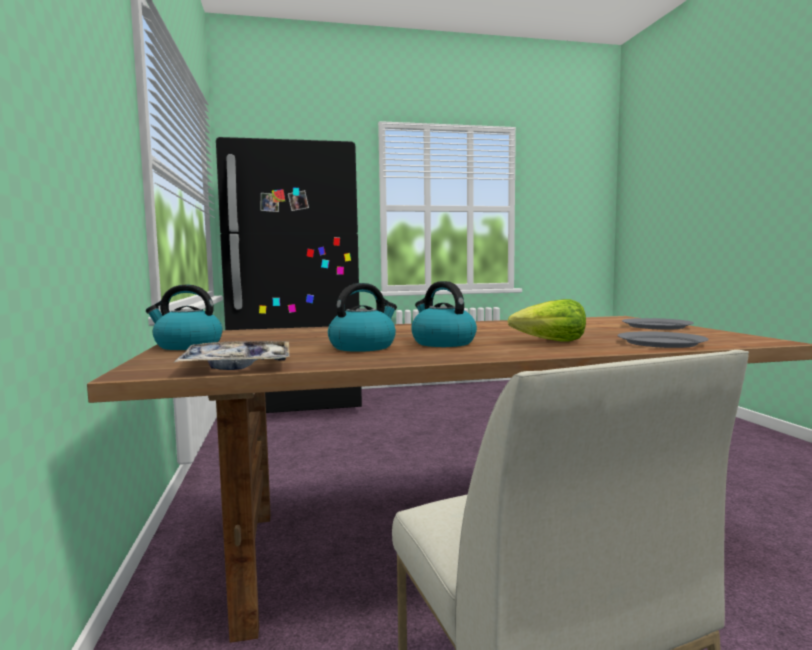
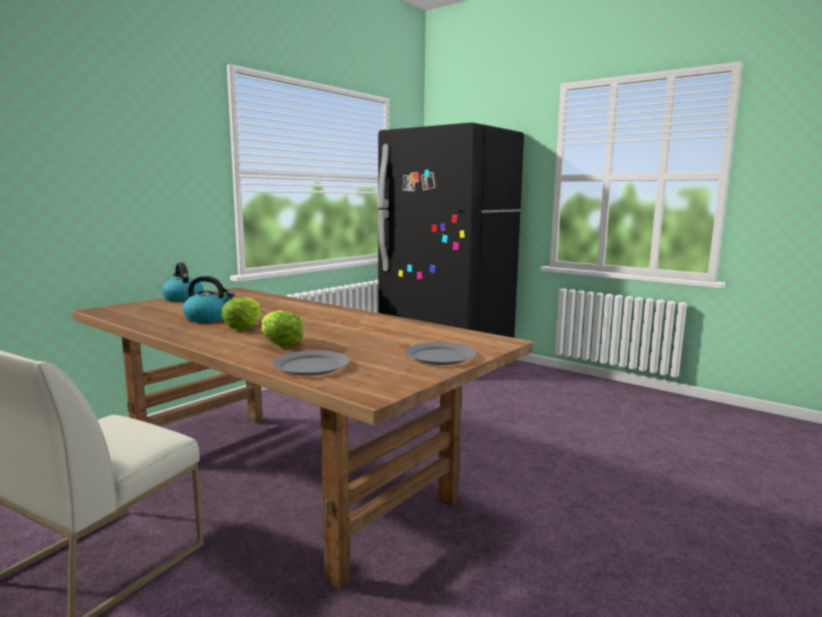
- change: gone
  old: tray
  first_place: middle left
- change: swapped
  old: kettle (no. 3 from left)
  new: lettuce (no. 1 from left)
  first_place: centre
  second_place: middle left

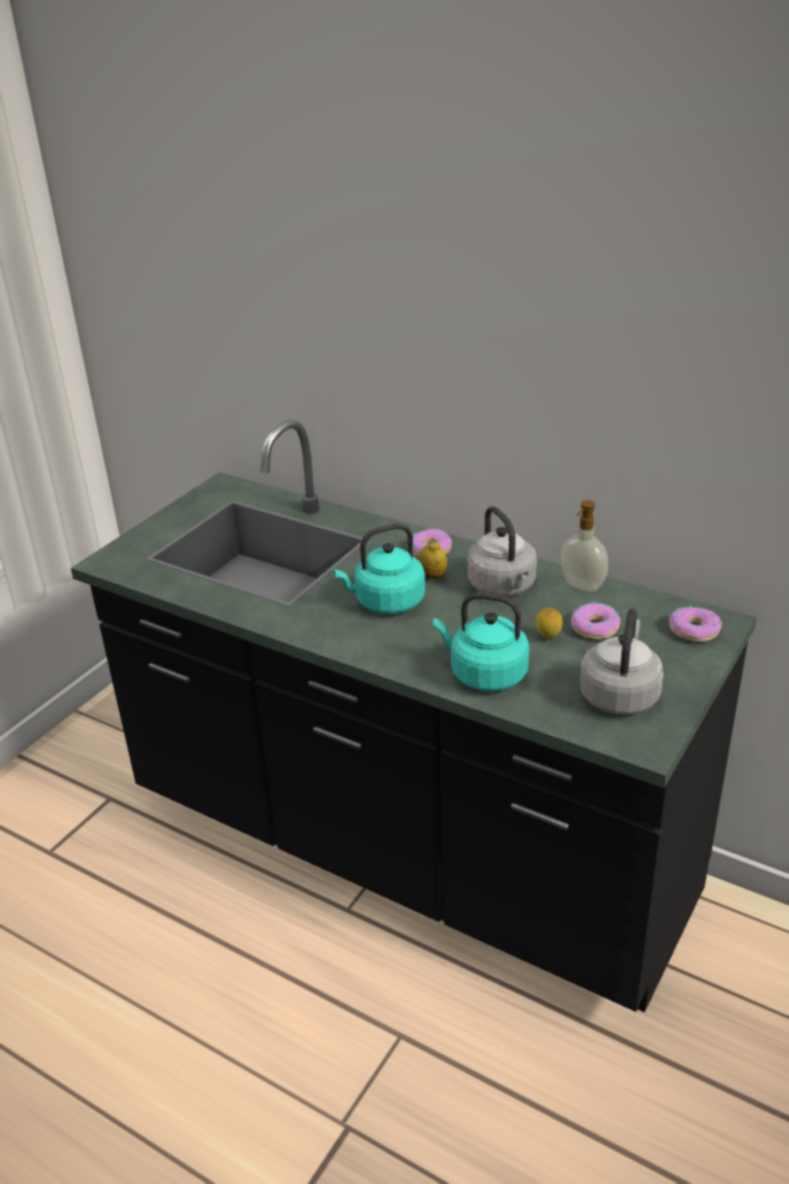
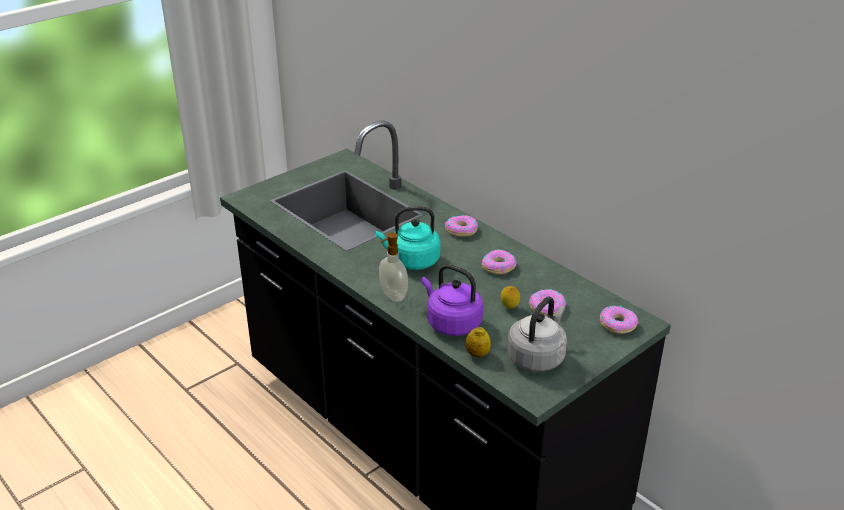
- change: shifted
  old: lemon (no. 1 from left)
  first_place: centre
  second_place: bottom centre
- change: shifted
  old: soap dispenser
  first_place: middle right
  second_place: centre
- change: swapped
  old: kettle/grey (no. 1 from left)
  new: donut (no. 2 from left)
  first_place: centre
  second_place: centre
- change: repainted
  old: kettle/turquoise (no. 2 from left)
  new: kettle/purple
  first_place: centre
  second_place: centre

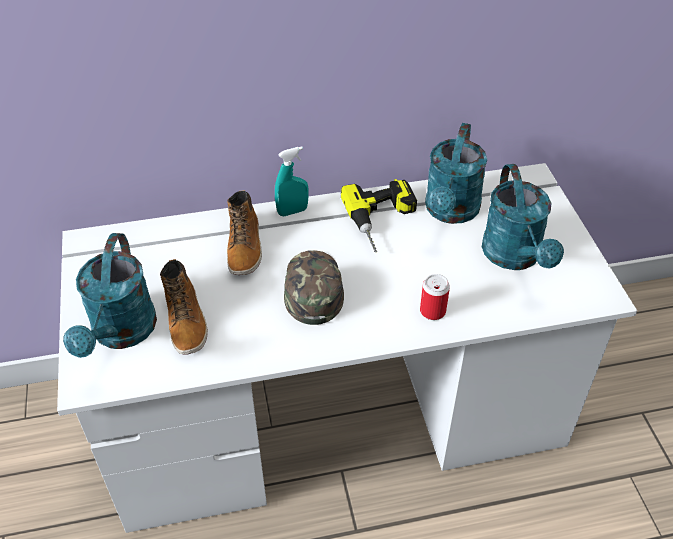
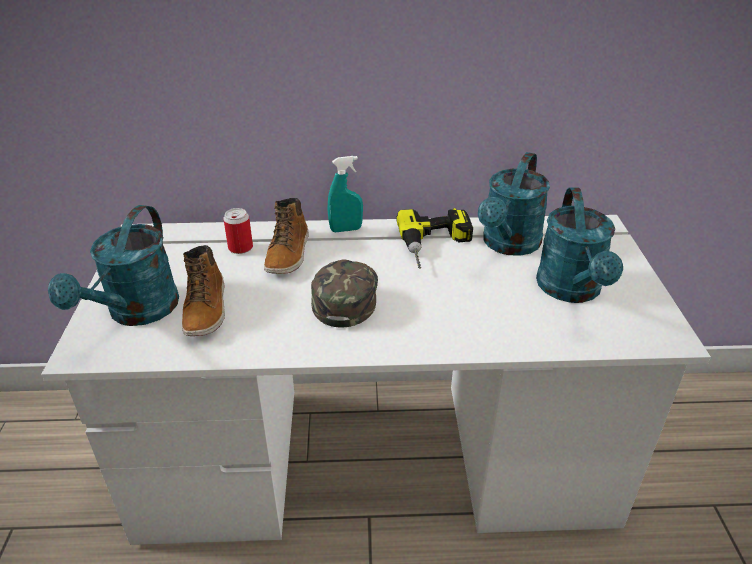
- change: shifted
  old: can
  first_place: centre
  second_place: middle left

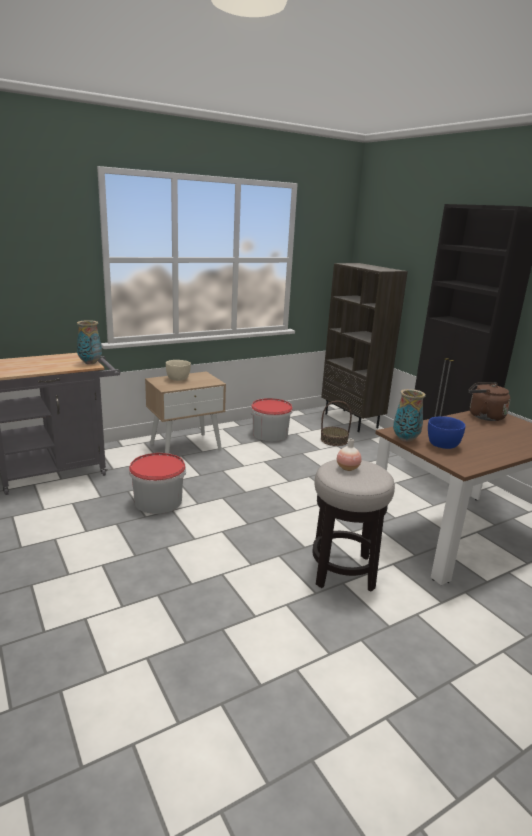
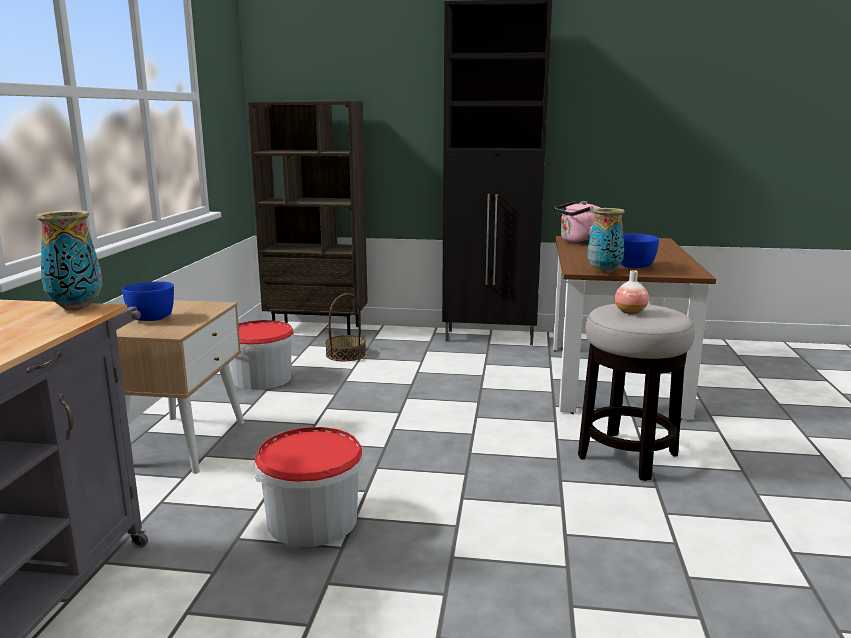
- change: repainted
  old: bowl/beige
  new: bowl/blue (no. 1 from left)
  first_place: centre
  second_place: middle left
- change: repainted
  old: kettle/brown
  new: kettle/pink
  first_place: middle right
  second_place: middle right

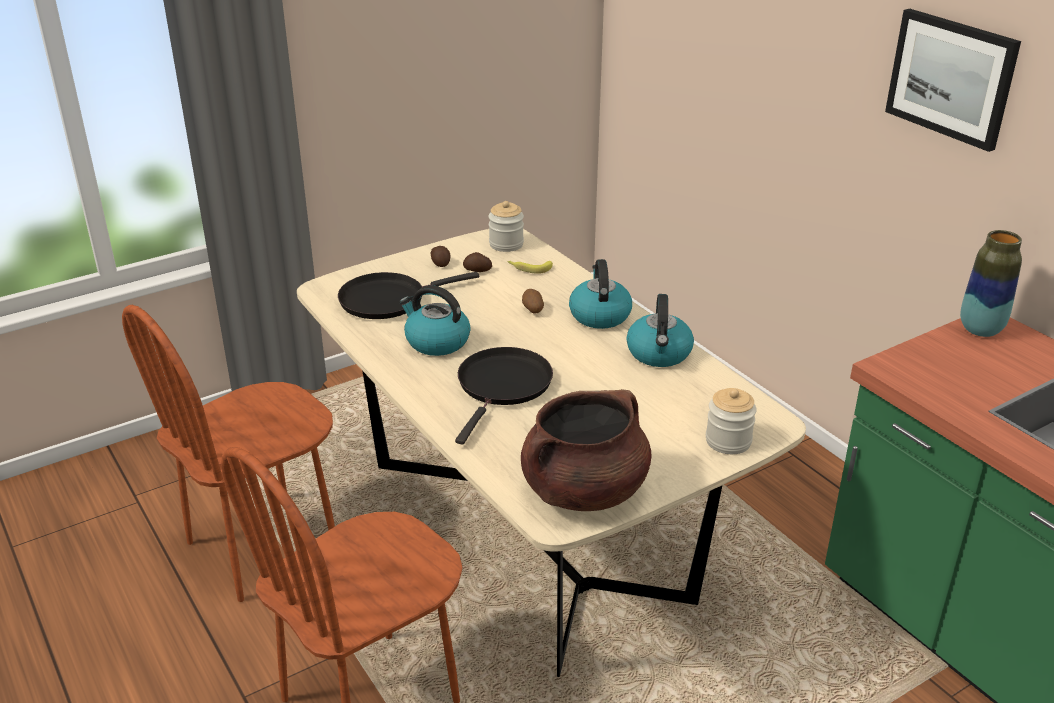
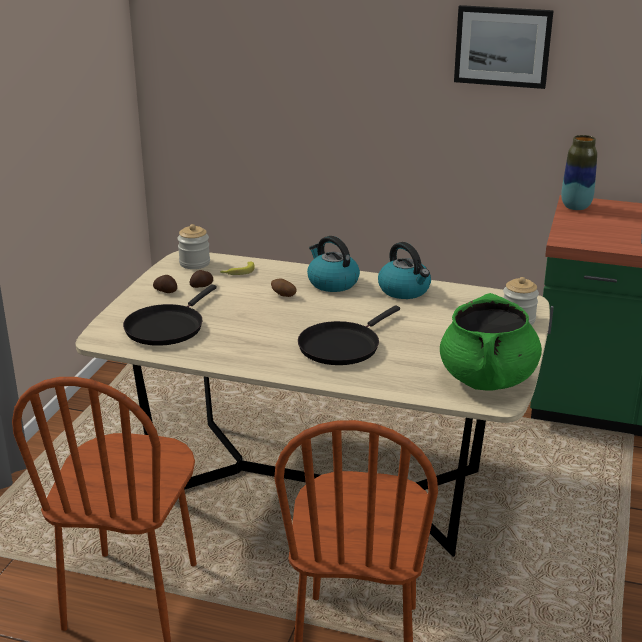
- change: gone
  old: kettle (no. 1 from left)
  first_place: centre
- change: repainted
  old: cooking pot/brown
  new: cooking pot/green
  first_place: centre
  second_place: middle right
- change: rotated
  old: frying pan/black (no. 2 from left)
  first_place: centre
  second_place: centre
  degrees: -120

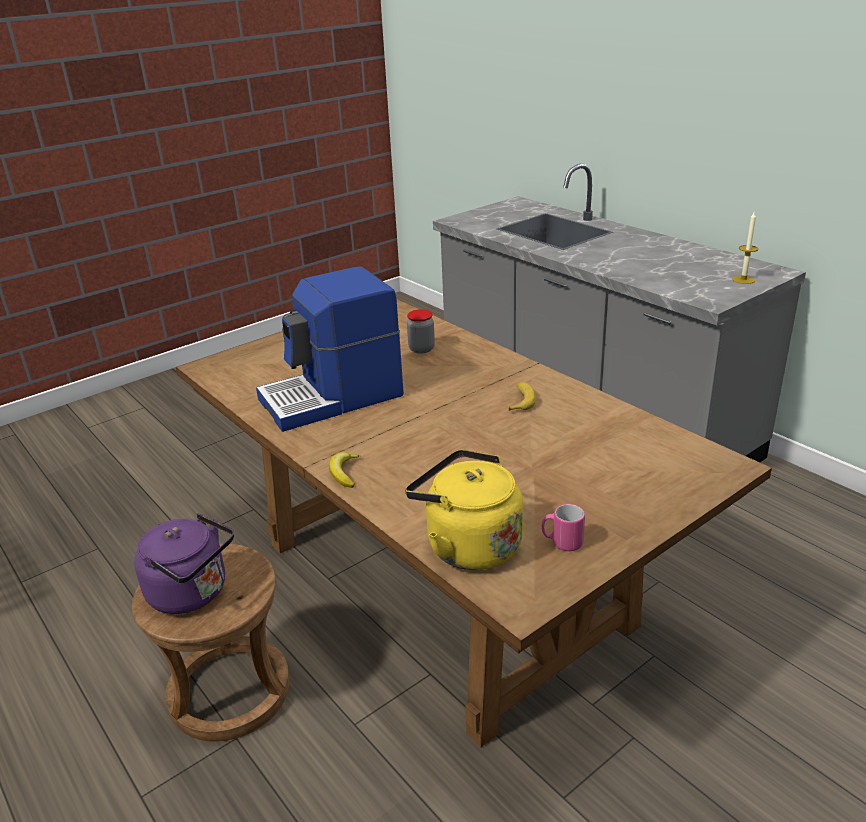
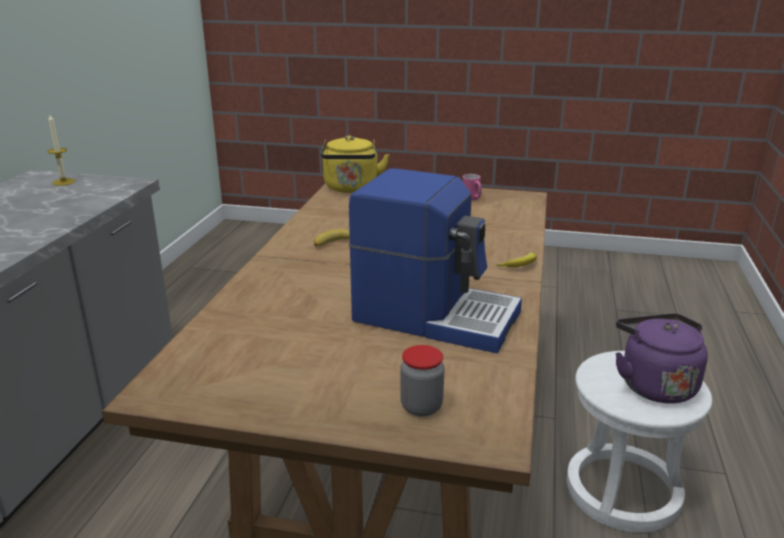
- change: shifted
  old: kettle/yellow
  first_place: centre
  second_place: top centre
- change: shifted
  old: jar
  first_place: centre
  second_place: bottom centre
- change: repainted
  old: stool/brown
  new: stool/white
  first_place: bottom left
  second_place: bottom right

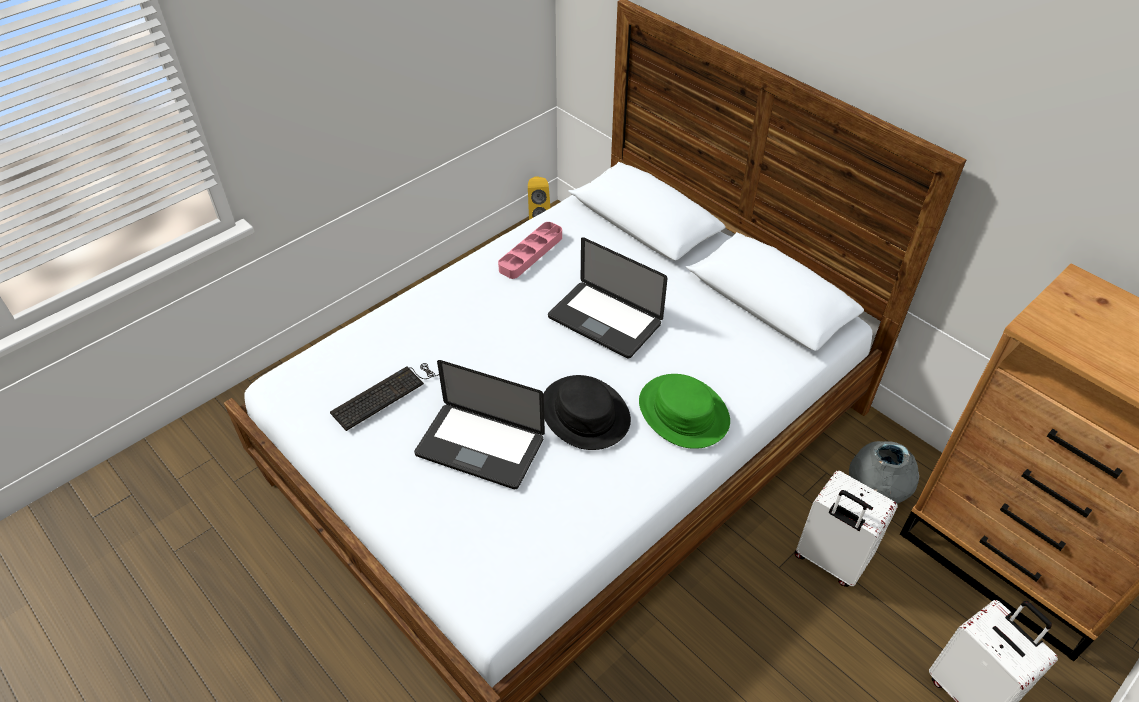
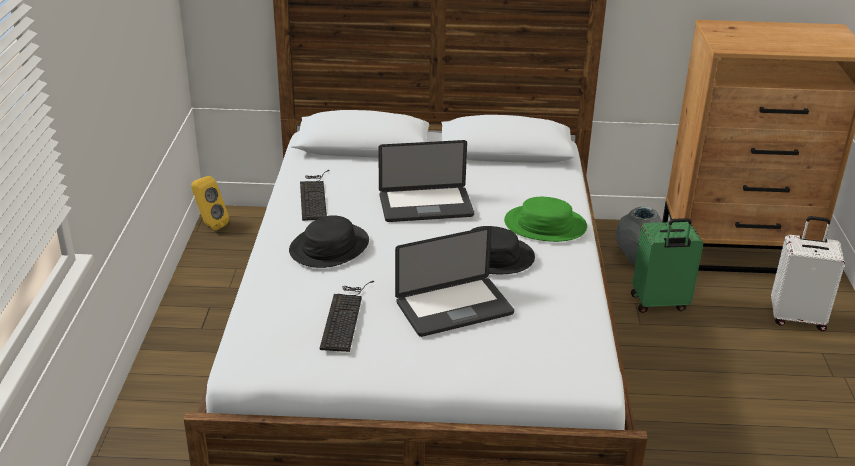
- change: new
  new: hat/black (no. 1 from left)
  second_place: centre
- change: swapped
  old: tray/pink
  new: keyboard (no. 1 from left)
  first_place: centre
  second_place: centre
- change: repainted
  old: suitcase/white (no. 1 from left)
  new: suitcase/green
  first_place: bottom right
  second_place: middle right

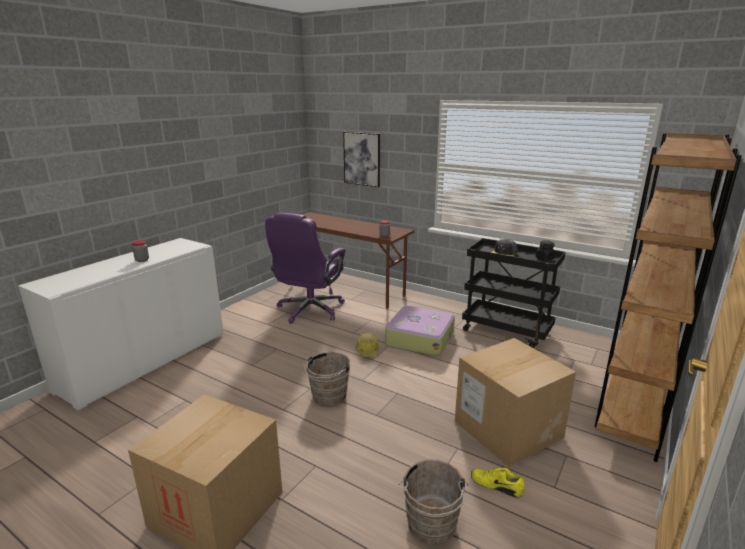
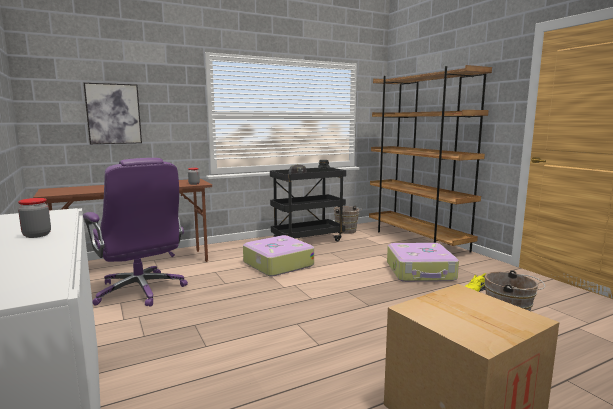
- change: gone
  old: hard hat
  first_place: centre
- change: shifted
  old: bucket/brown (no. 1 from left)
  first_place: bottom centre
  second_place: centre
- change: swapped
  old: cardboard box (no. 2 from left)
  new: suitcase (no. 2 from left)
  first_place: bottom right
  second_place: middle right

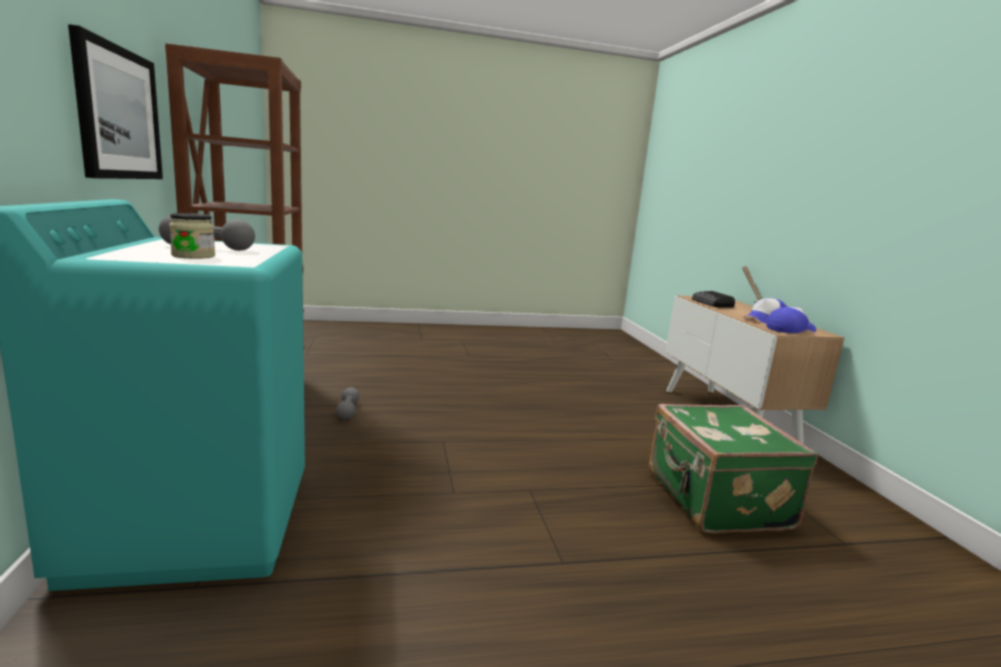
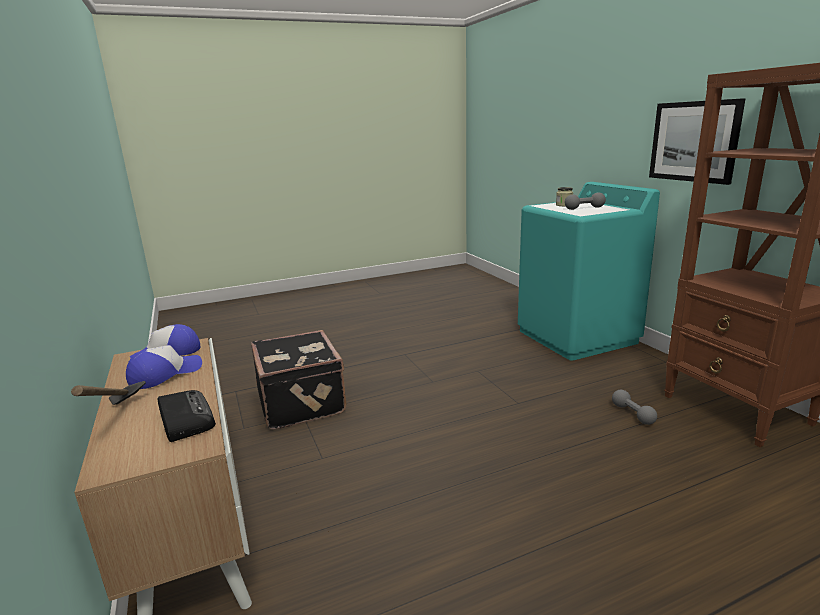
- change: repainted
  old: suitcase/green
  new: suitcase/black
  first_place: bottom right
  second_place: centre

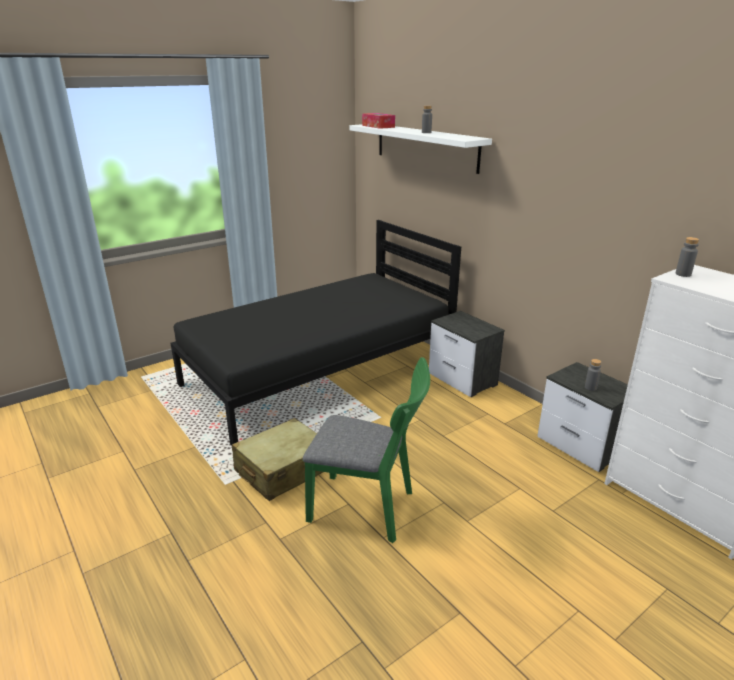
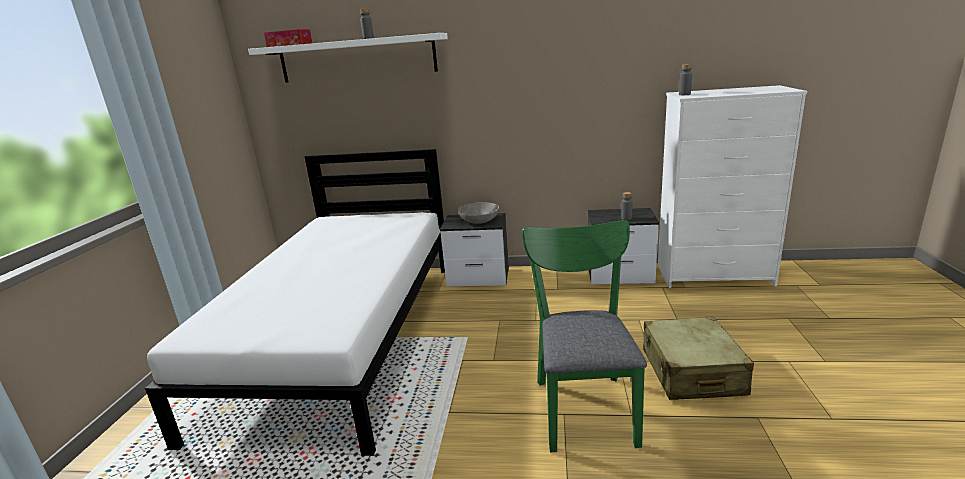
- change: new
  new: bowl/grey
  second_place: centre
- change: shifted
  old: suitcase/beige
  first_place: bottom centre
  second_place: bottom right
- change: repainted
  old: bed/black
  new: bed/white
  first_place: centre
  second_place: middle left
- change: rotated
  old: chair/green
  first_place: centre
  second_place: bottom centre
  degrees: -60

